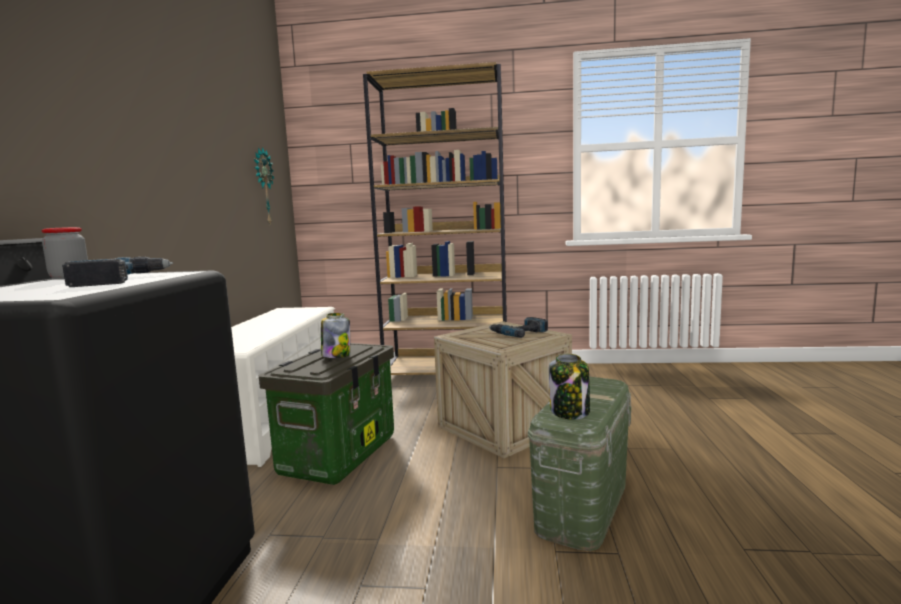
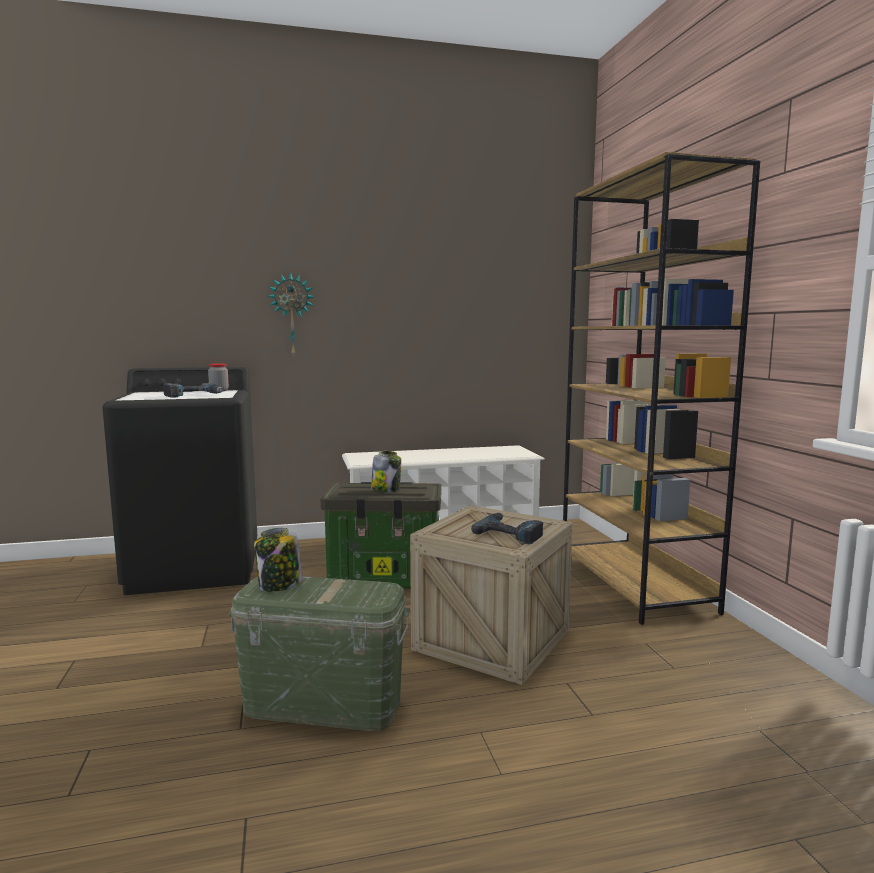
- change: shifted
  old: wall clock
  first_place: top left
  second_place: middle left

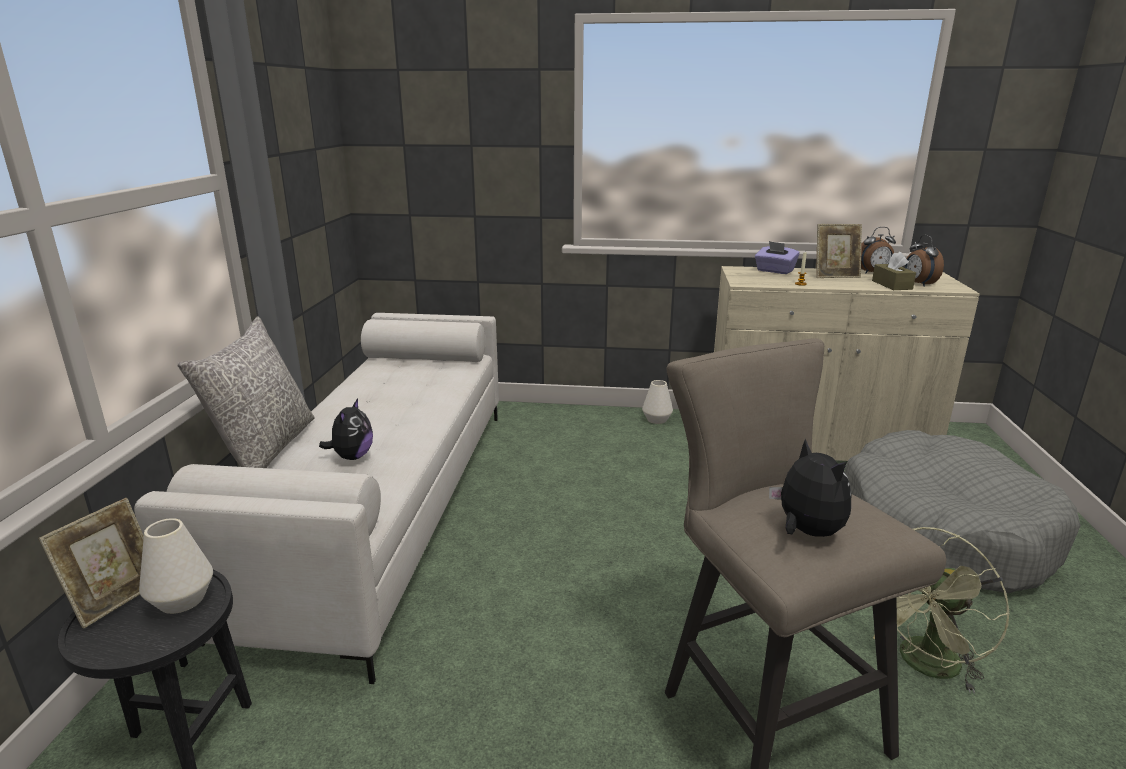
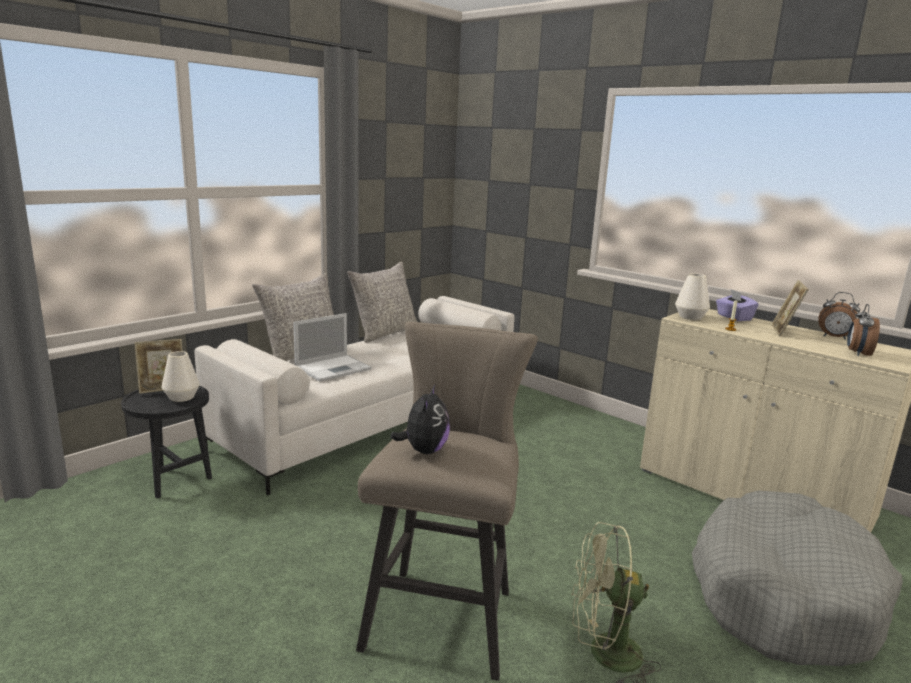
- change: gone
  old: tissue box/brown
  first_place: middle right
- change: new
  new: pillow/grey (no. 2 from left)
  second_place: centre
- change: shifted
  old: vase/white (no. 2 from left)
  first_place: centre
  second_place: middle right
- change: swapped
  old: plush toy (no. 1 from left)
  new: laptop
  first_place: middle left
  second_place: centre
- change: rotated
  old: picture frame (no. 2 from left)
  first_place: top right
  second_place: middle right
  degrees: 75

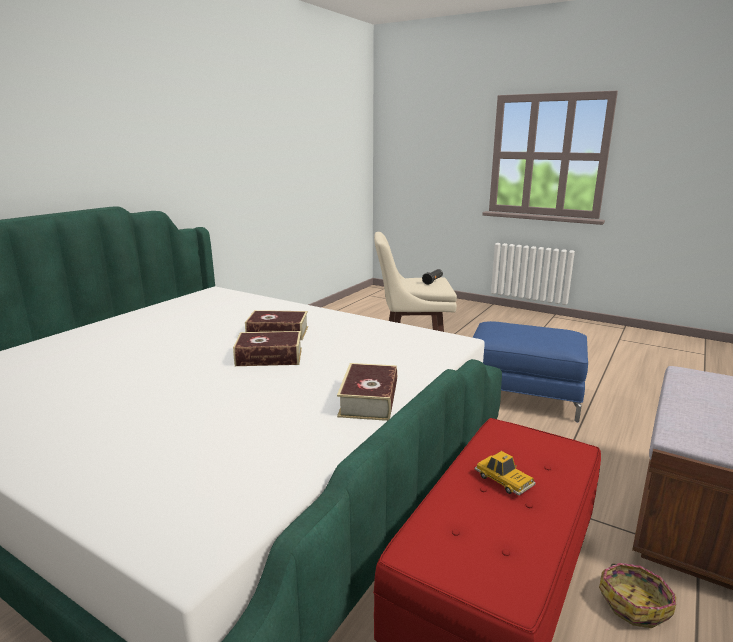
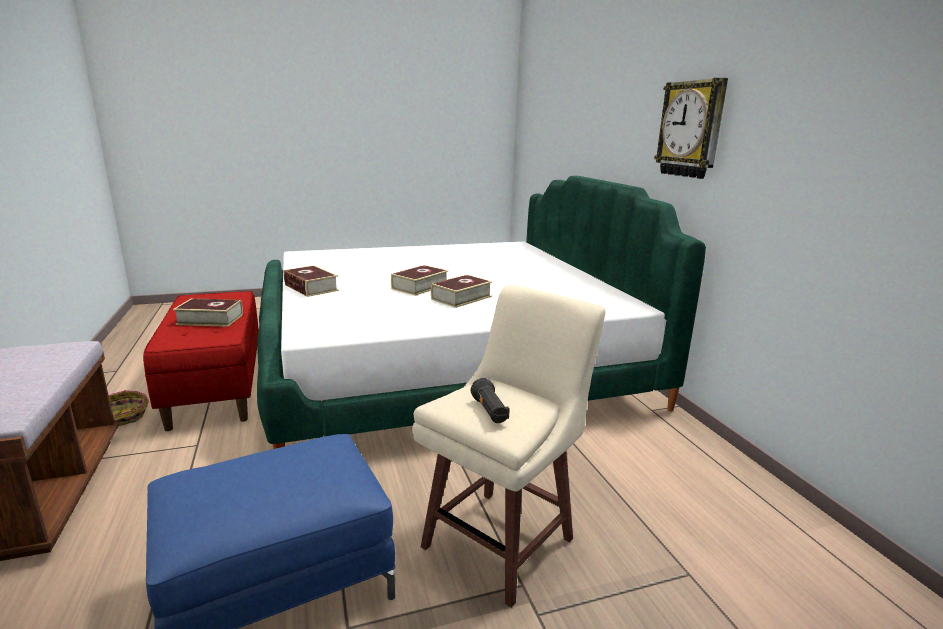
- change: new
  new: wall clock
  second_place: top right
- change: swapped
  old: toy car
  new: book (no. 1 from left)
  first_place: bottom right
  second_place: middle left

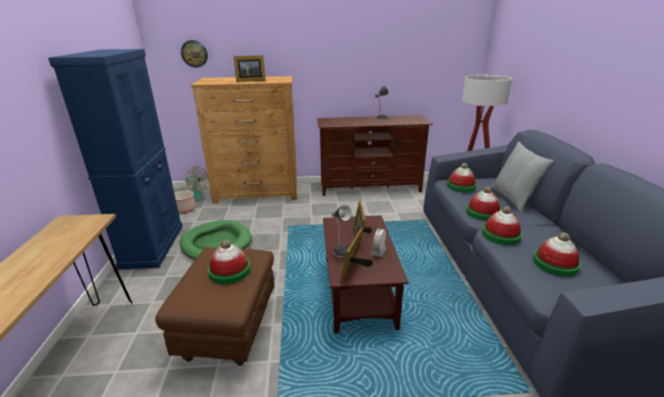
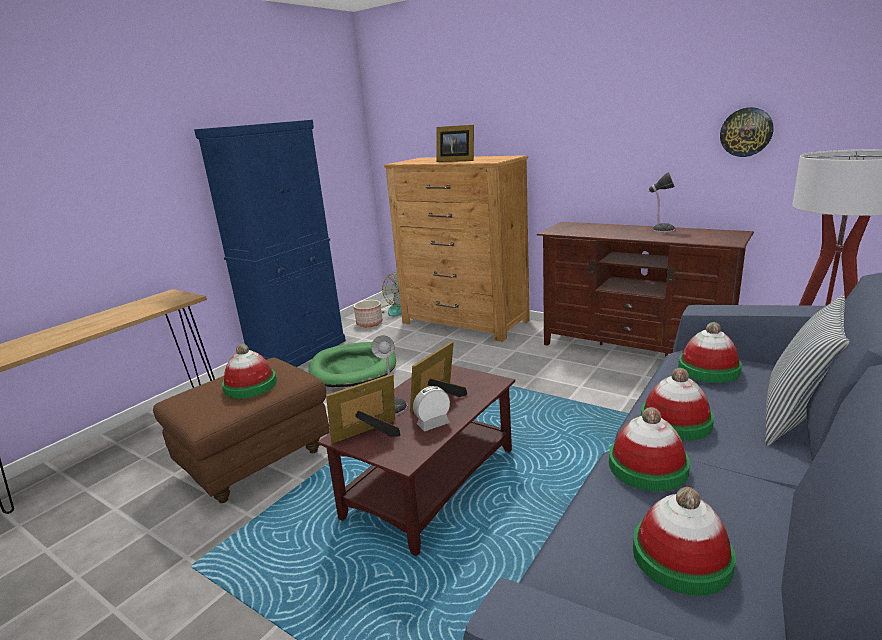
- change: shifted
  old: wall clock
  first_place: top left
  second_place: top right

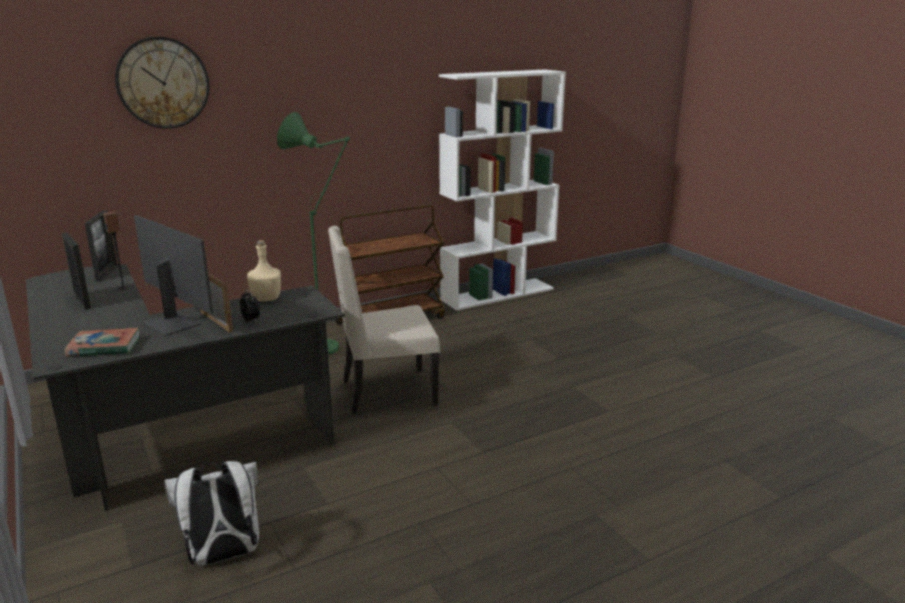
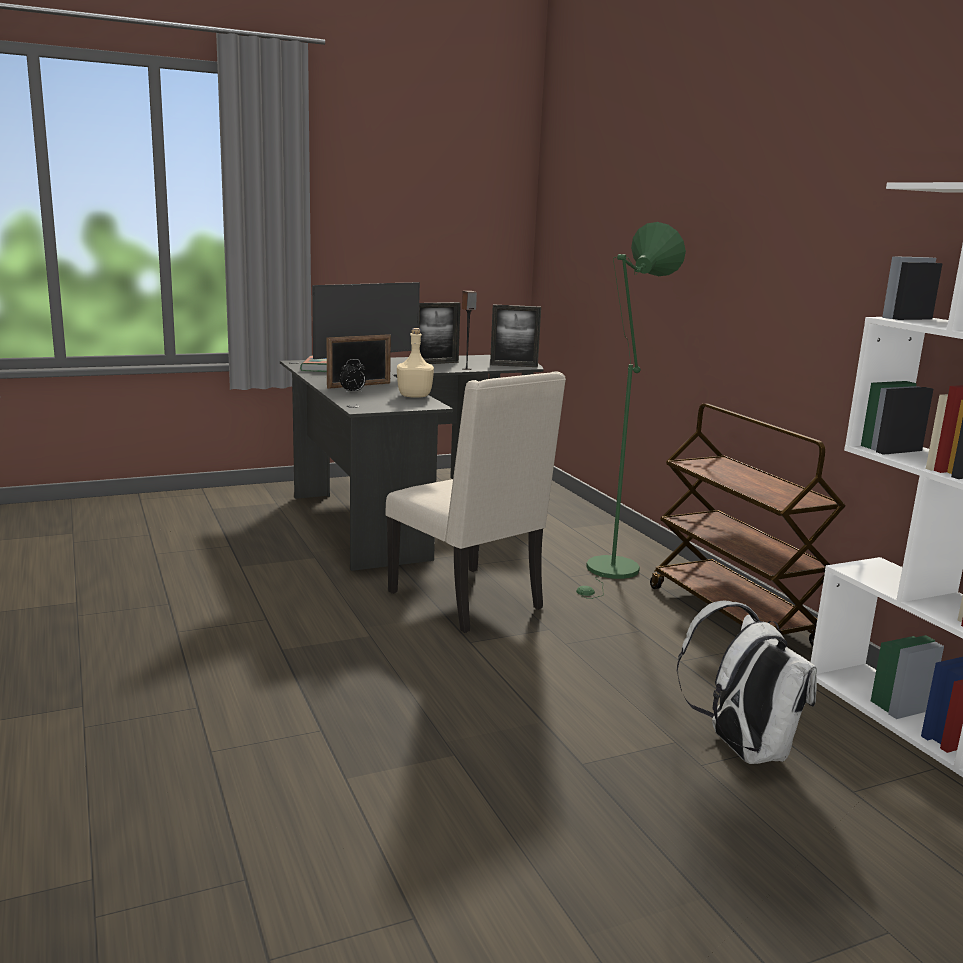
- change: gone
  old: wall clock
  first_place: top left
- change: shifted
  old: backpack/white
  first_place: bottom left
  second_place: bottom right
- change: rotated
  old: chair/beige
  first_place: centre
  second_place: centre
  degrees: 150

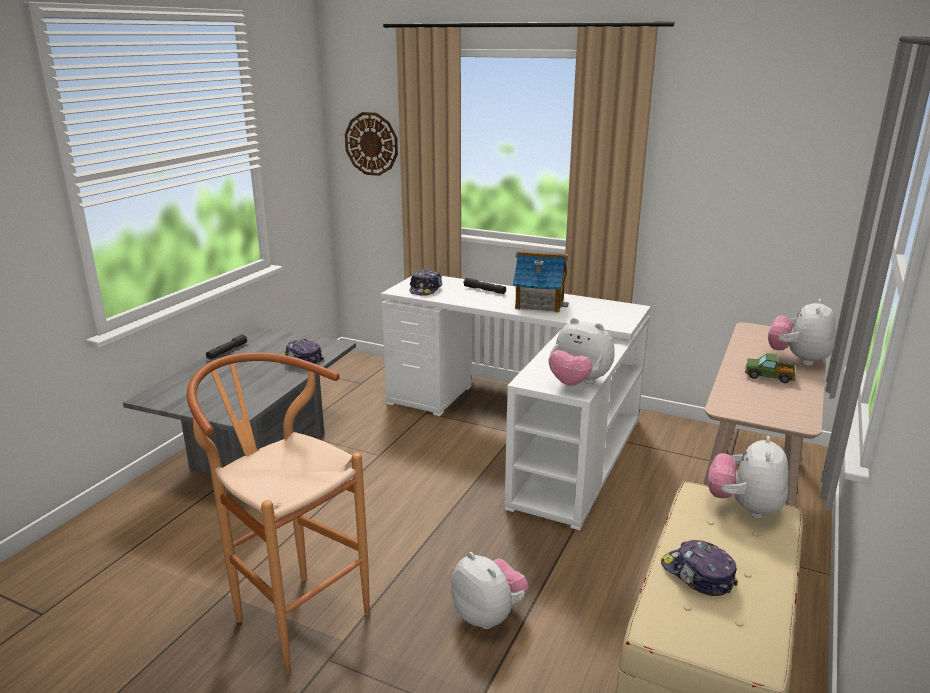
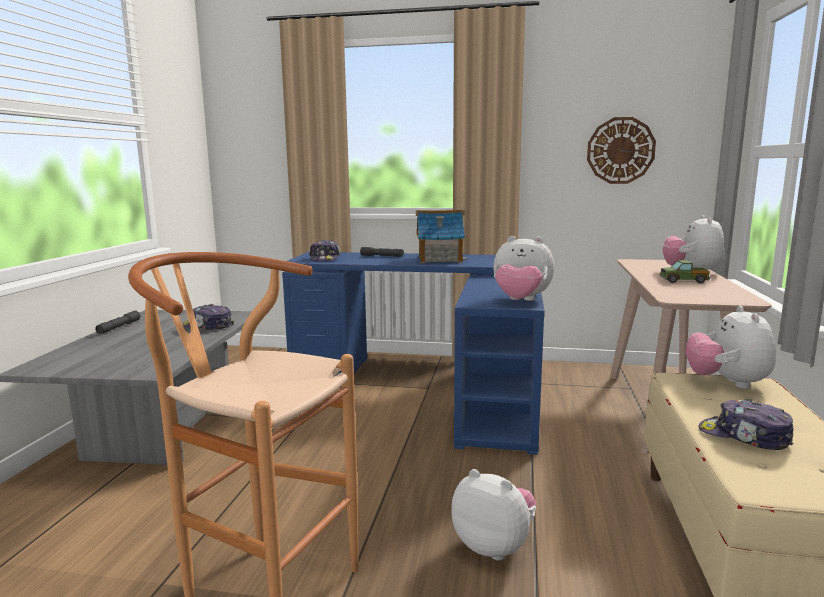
- change: shifted
  old: wall clock
  first_place: top centre
  second_place: top right
- change: repainted
  old: desk/white
  new: desk/blue
  first_place: centre
  second_place: centre

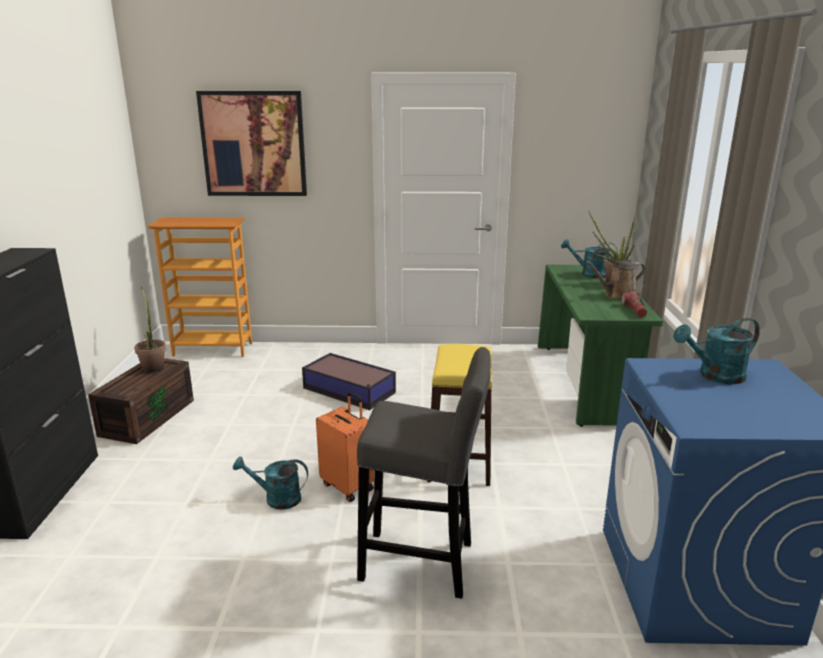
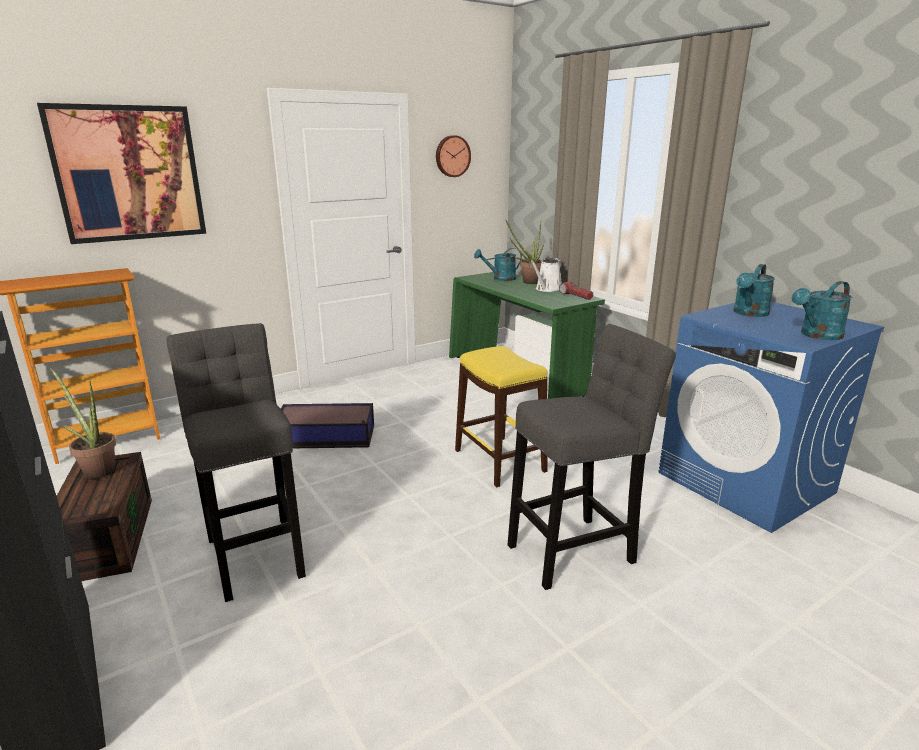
- change: gone
  old: suitcase/orange
  first_place: bottom centre
- change: new
  new: stool/grey (no. 1 from left)
  second_place: middle left
- change: new
  new: wall clock
  second_place: top centre
- change: shifted
  old: watering can/turquoise (no. 1 from left in the first image)
  new: watering can/turquoise (no. 3 from left)
  first_place: bottom left
  second_place: middle right
- change: repainted
  old: watering can/brown
  new: watering can/white
  first_place: middle right
  second_place: centre

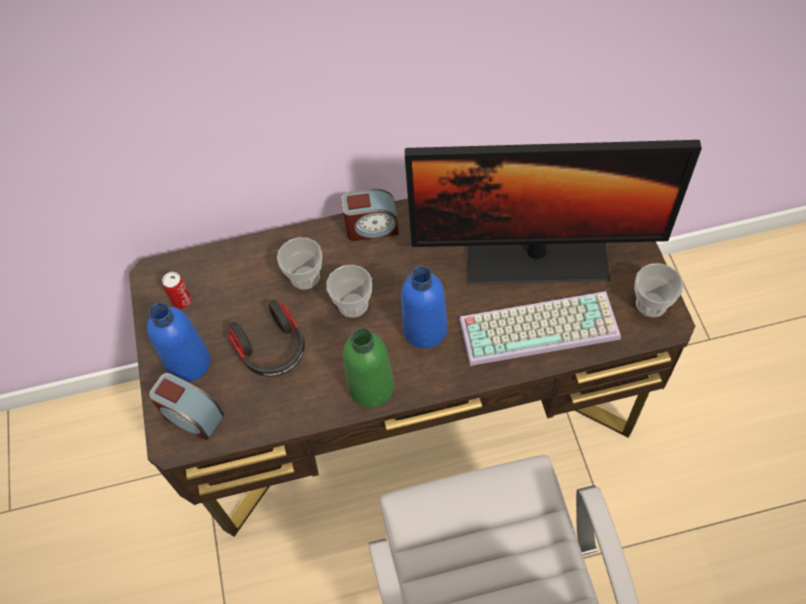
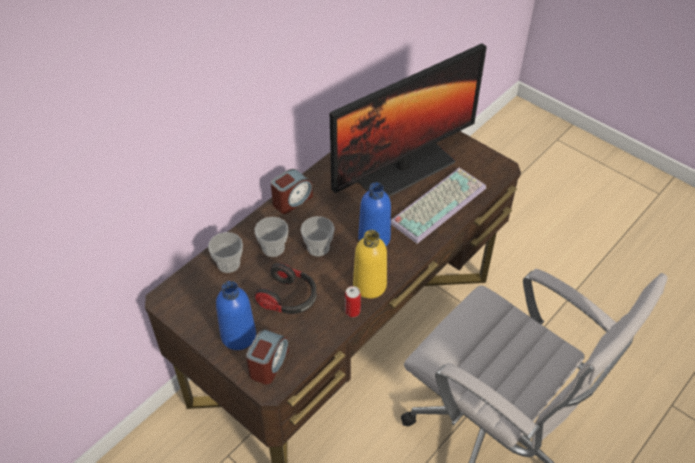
- change: shifted
  old: can
  first_place: middle left
  second_place: centre
- change: shifted
  old: cup (no. 3 from left in the first image)
  new: cup (no. 1 from left)
  first_place: middle right
  second_place: middle left
- change: repainted
  old: bottle/green
  new: bottle/yellow
  first_place: centre
  second_place: centre
- change: rotated
  old: alarm clock (no. 1 from left)
  first_place: bottom left
  second_place: bottom centre
  degrees: -60

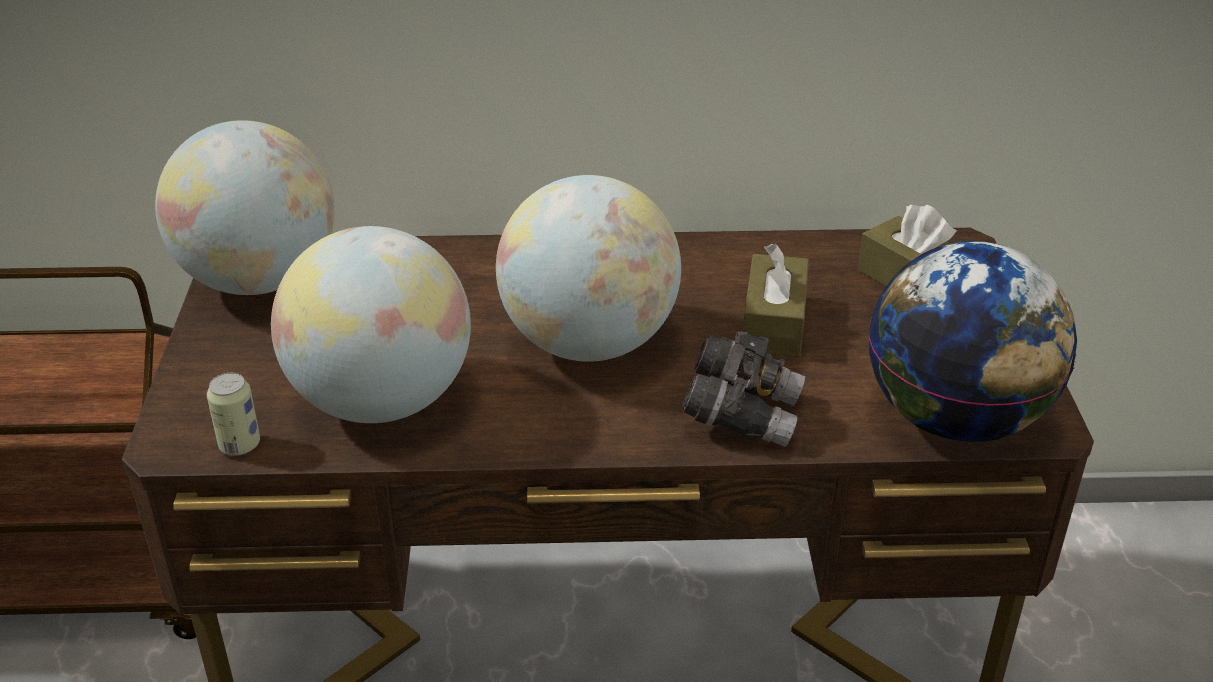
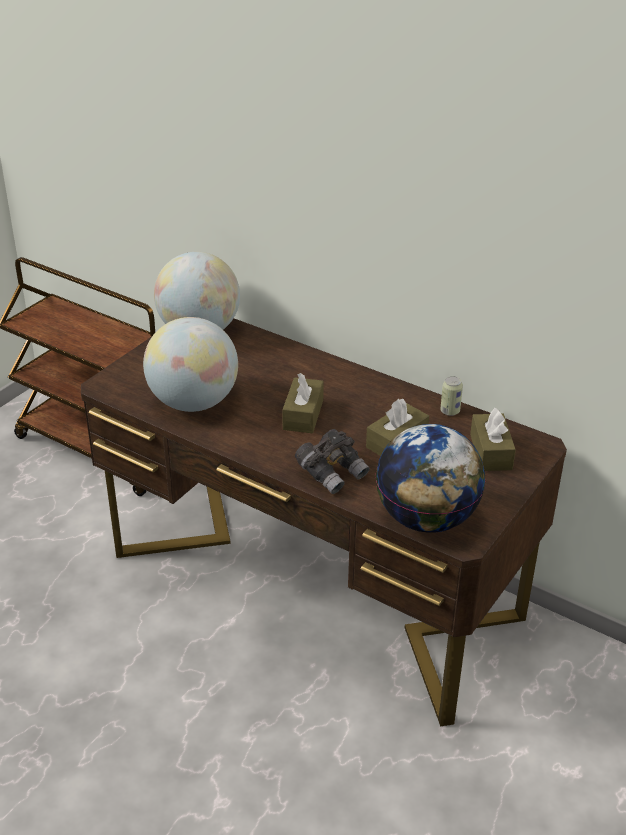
- change: shifted
  old: can
  first_place: middle left
  second_place: middle right
- change: swapped
  old: globe (no. 3 from left)
  new: tissue box/brown (no. 1 from left)
  first_place: centre
  second_place: centre

